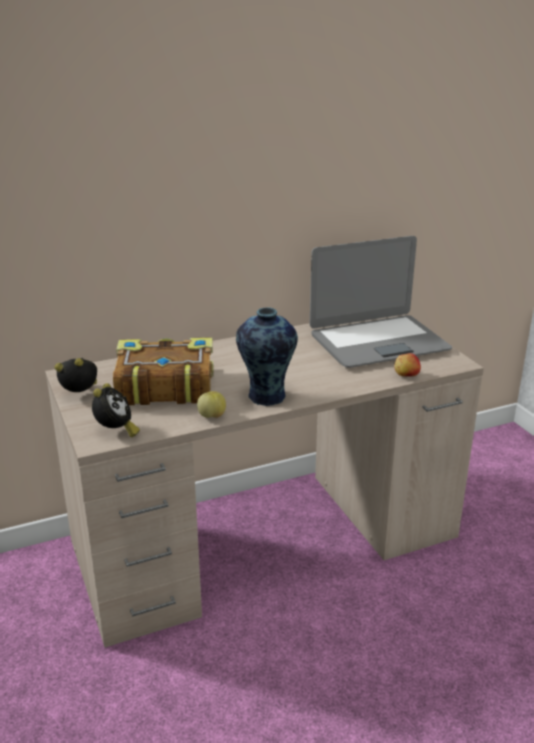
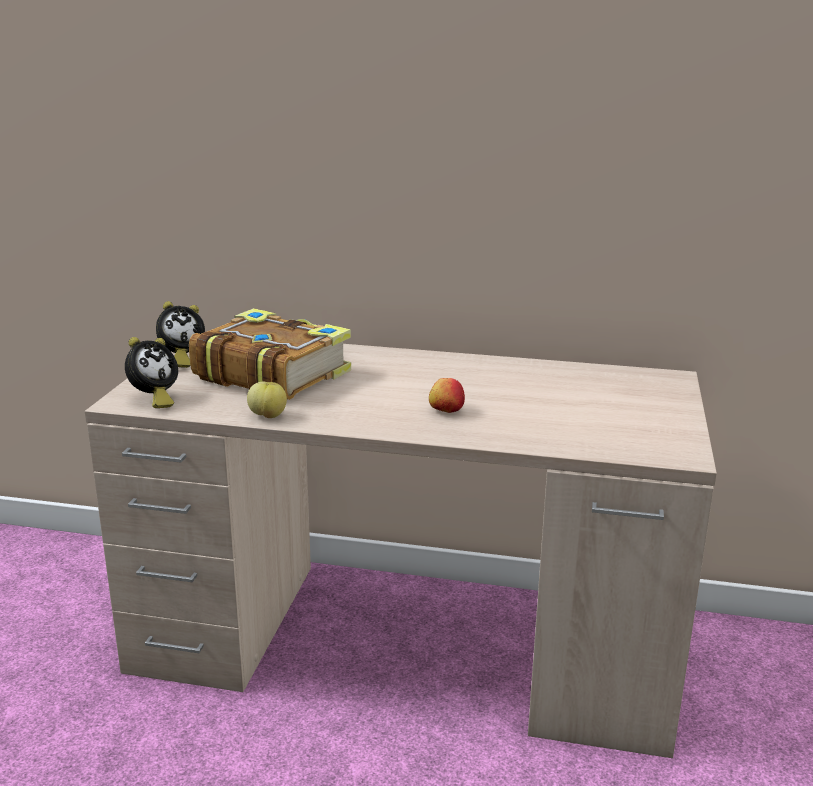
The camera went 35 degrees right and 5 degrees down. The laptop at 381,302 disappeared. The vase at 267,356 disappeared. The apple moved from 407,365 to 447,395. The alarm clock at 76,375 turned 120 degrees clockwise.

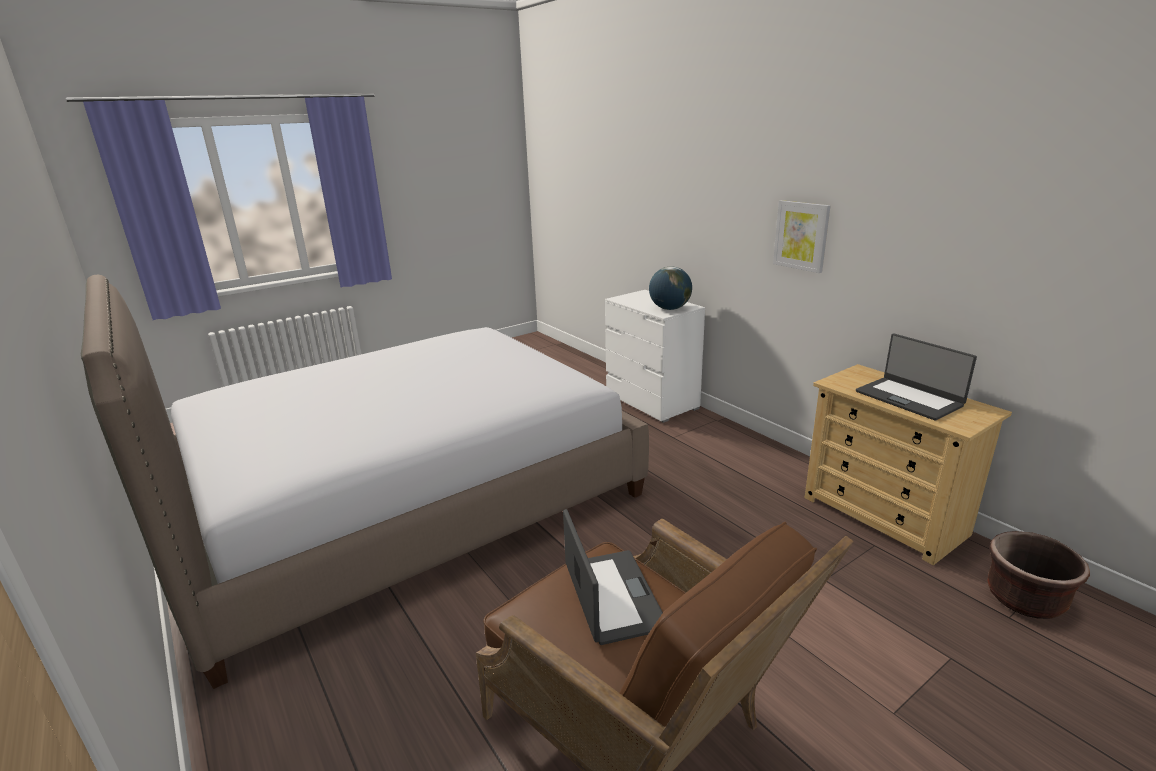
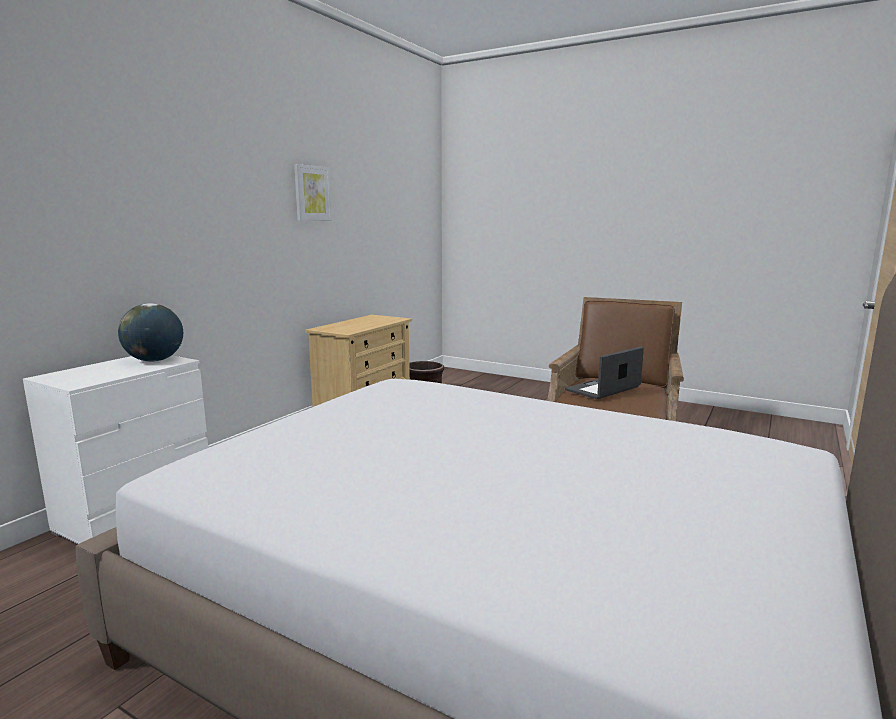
The camera went 115 degrees left and 10 degrees down. The picture moved from 801,236 to 313,192. The laptop at 916,377 disappeared.

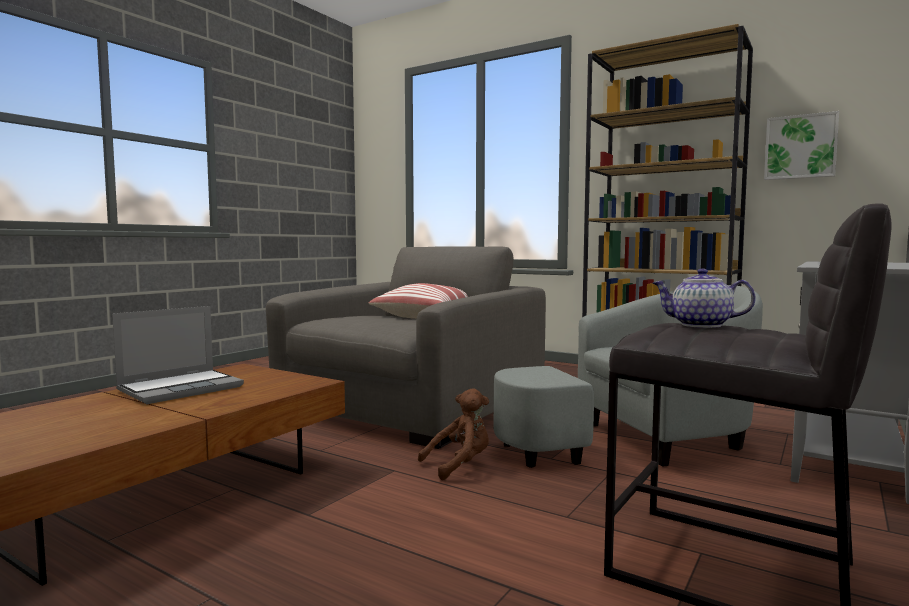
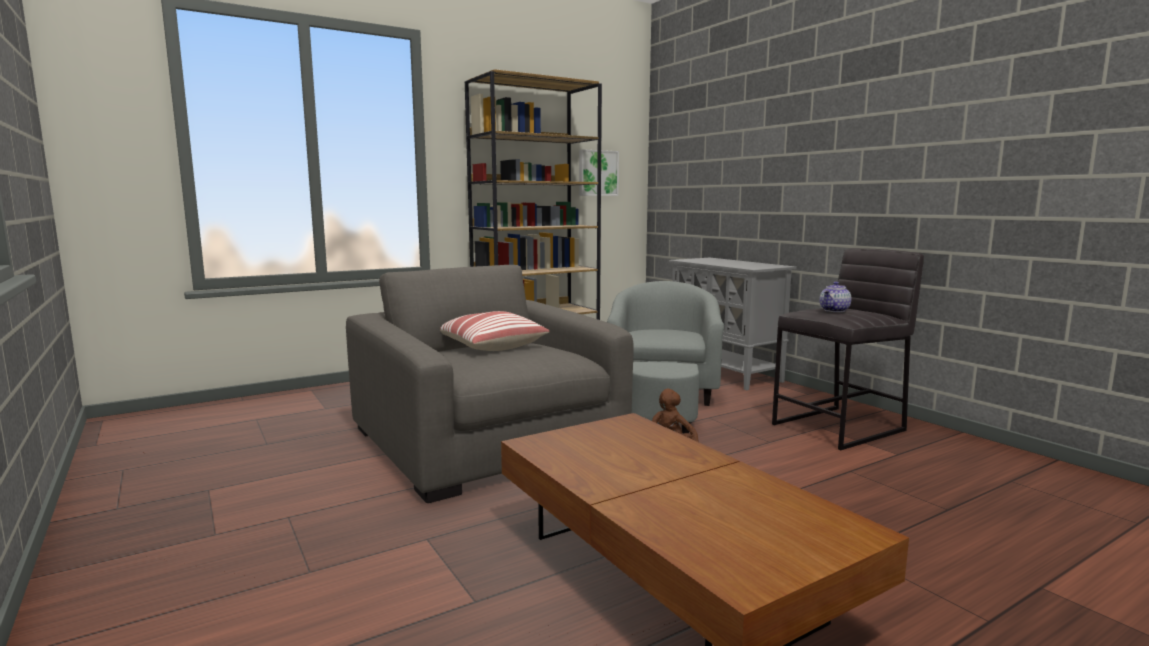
The camera went 65 degrees left and 5 degrees up. The laptop at 178,355 disappeared.

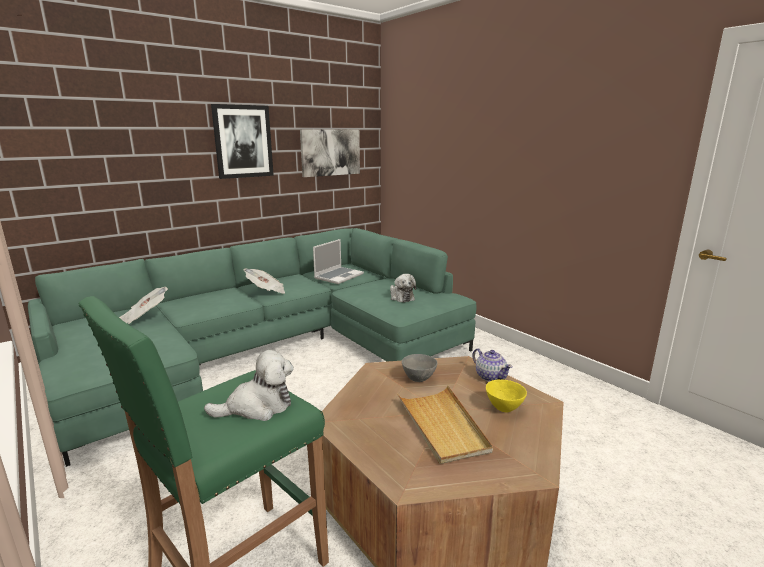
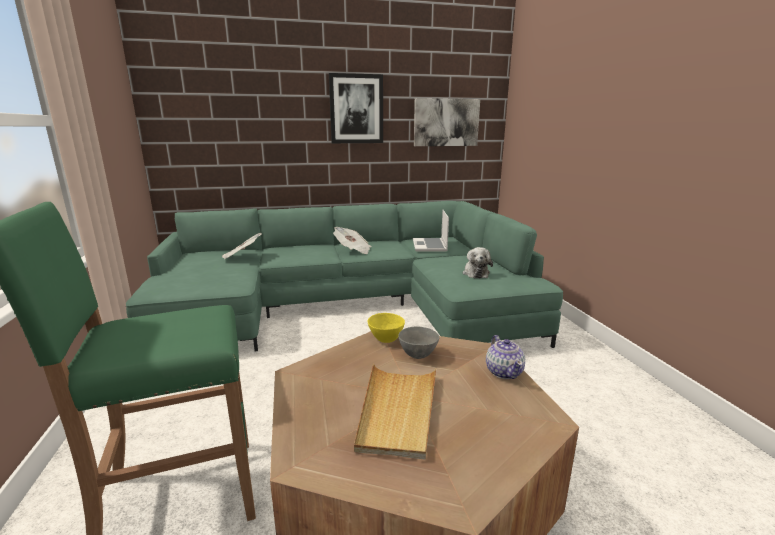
The camera went 25 degrees right and 0 degrees up. The laptop at 338,261 turned 120 degrees clockwise. The plush toy at 249,385 disappeared. The yellow bowl moved from 506,395 to 386,328.

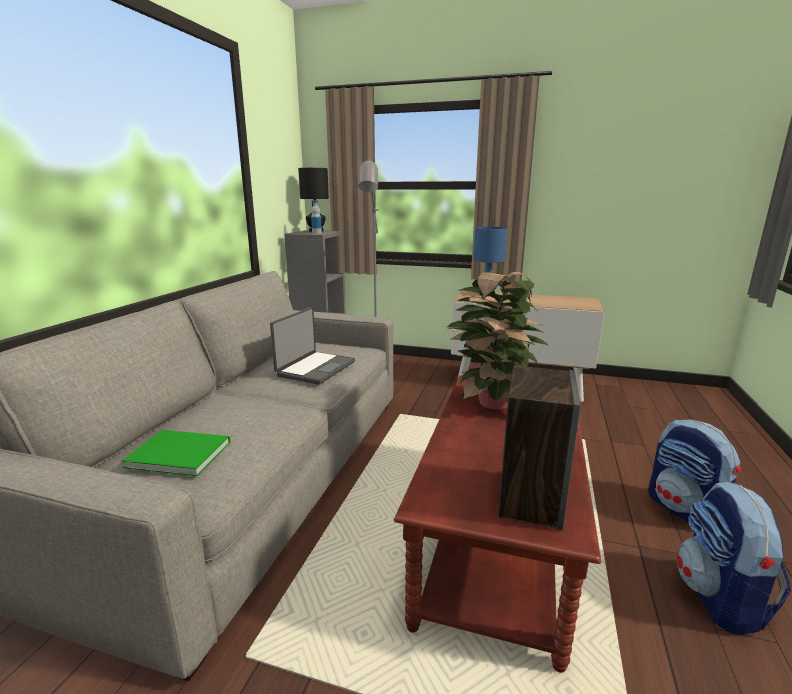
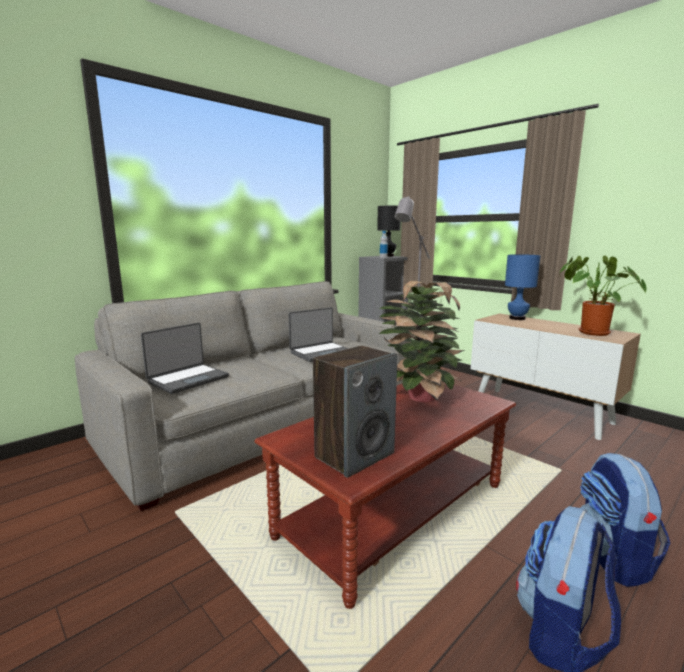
The camera went 30 degrees right and 5 degrees down. The green book at 176,453 was replaced by the laptop at 185,358. The potted plant at 603,296 appeared.

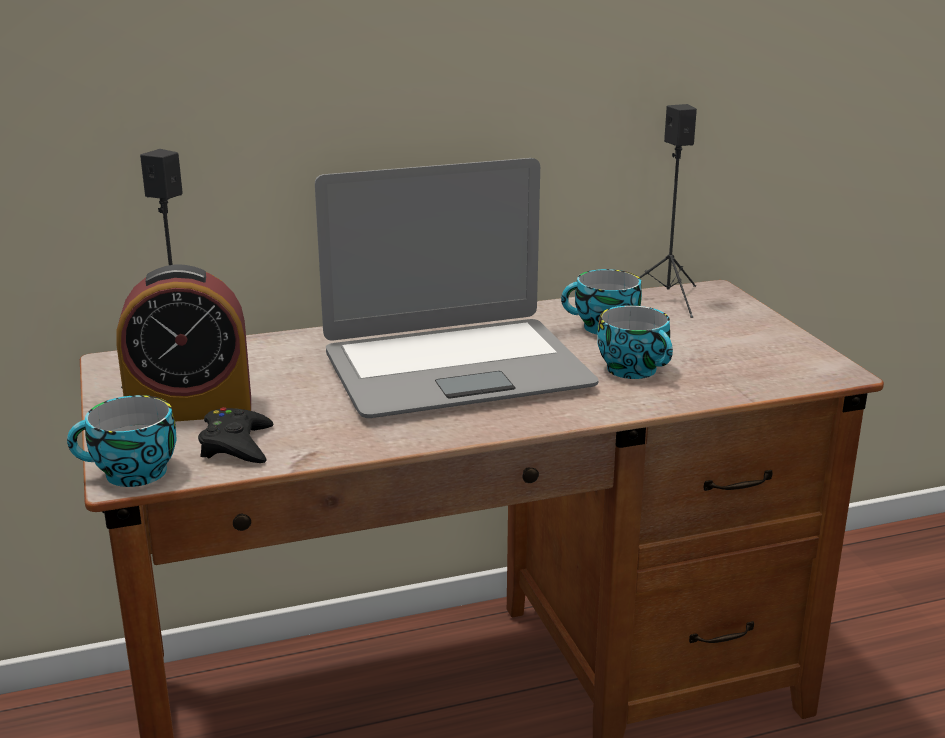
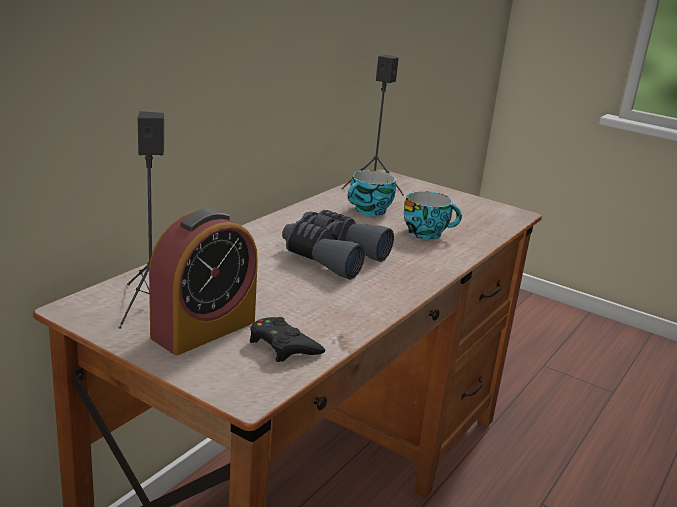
The camera went 40 degrees left and 0 degrees up. The laptop at 457,288 was replaced by the grey binoculars at 338,245. The cup at 121,441 disappeared.

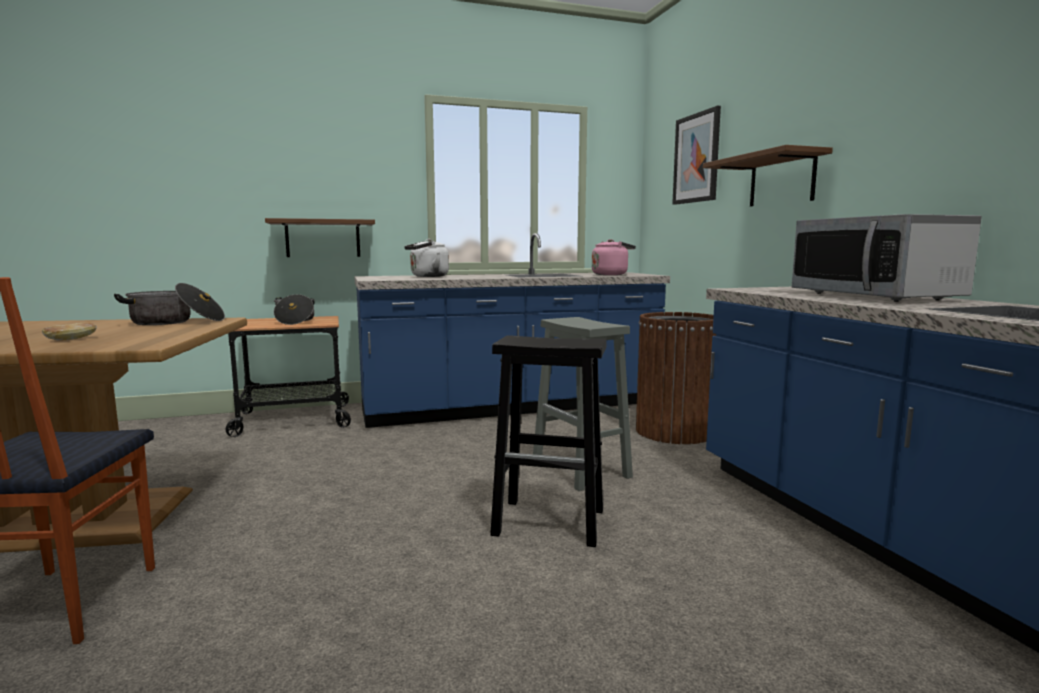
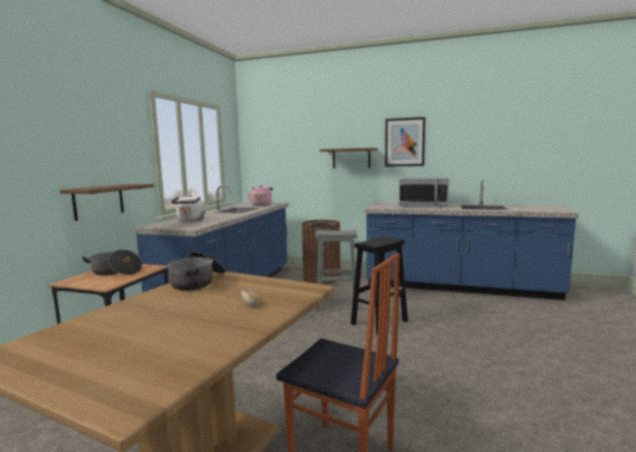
The camera went 55 degrees left and 0 degrees up. The picture moved from 696,155 to 405,142.

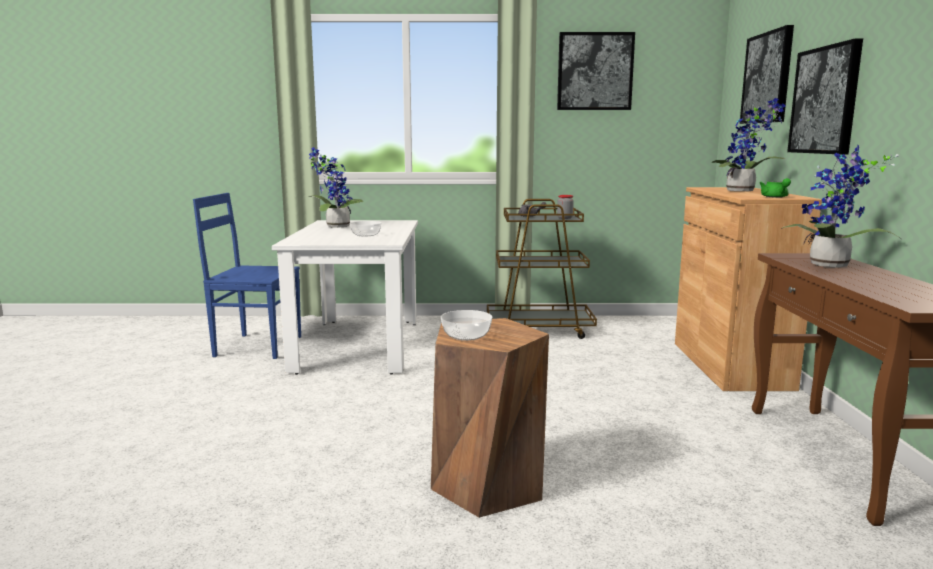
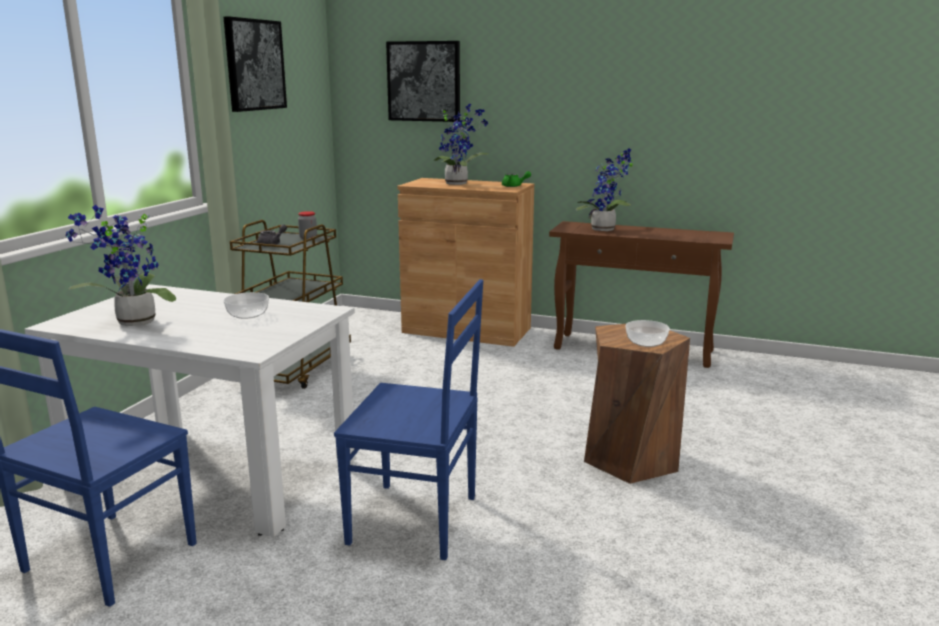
The camera went 70 degrees left and 5 degrees up. The picture at 825,96 disappeared. The blue chair at 409,419 appeared.

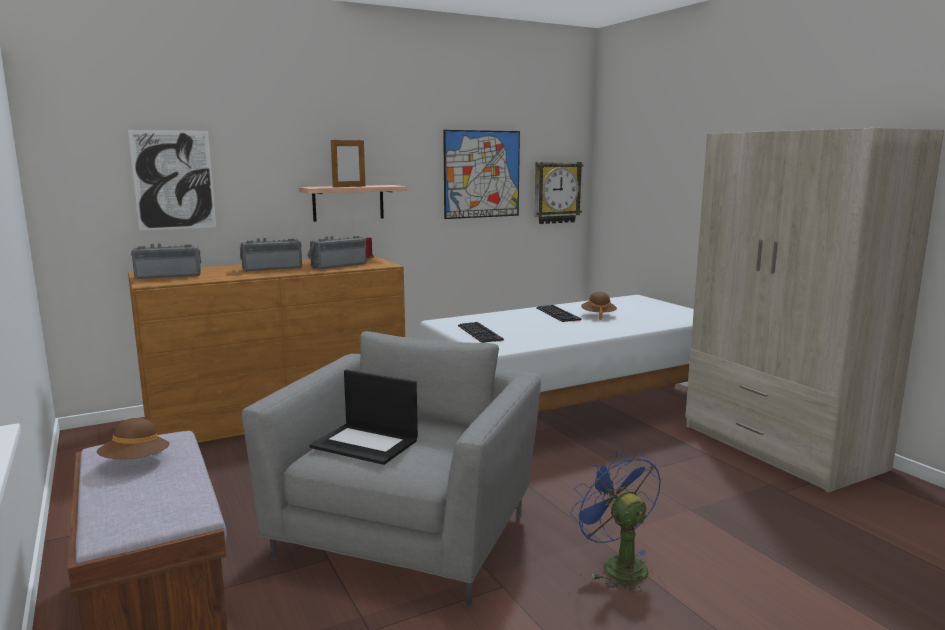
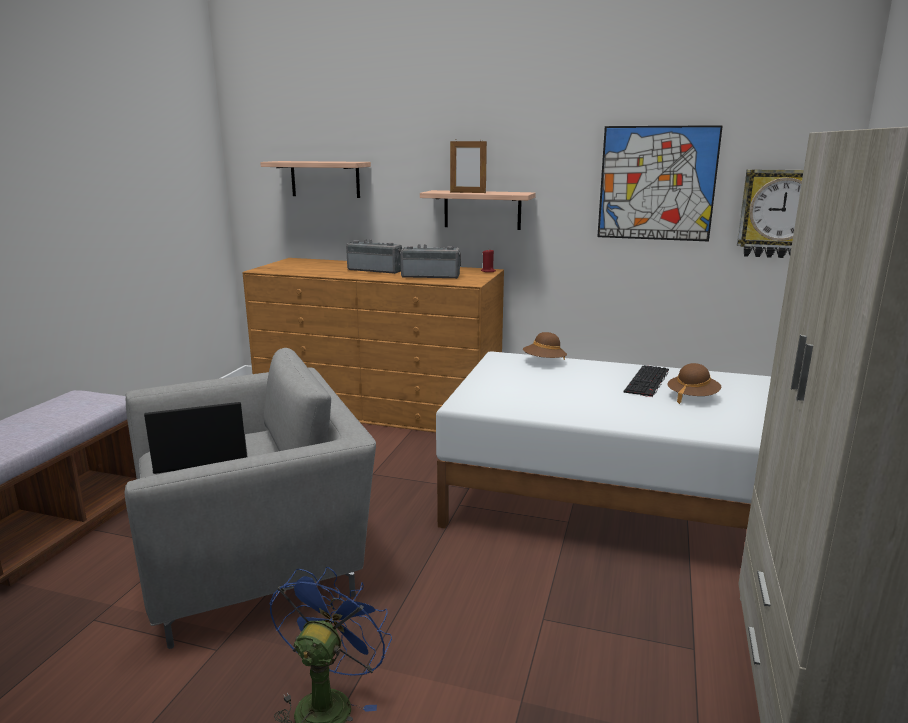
The camera went 45 degrees right and 5 degrees up. The picture at 172,180 was replaced by the shelf at 315,179. The radio at 166,261 disappeared. The keyboard at 481,332 disappeared. The laptop at 364,417 turned 90 degrees clockwise. The brown hat moved from 133,438 to 545,346.

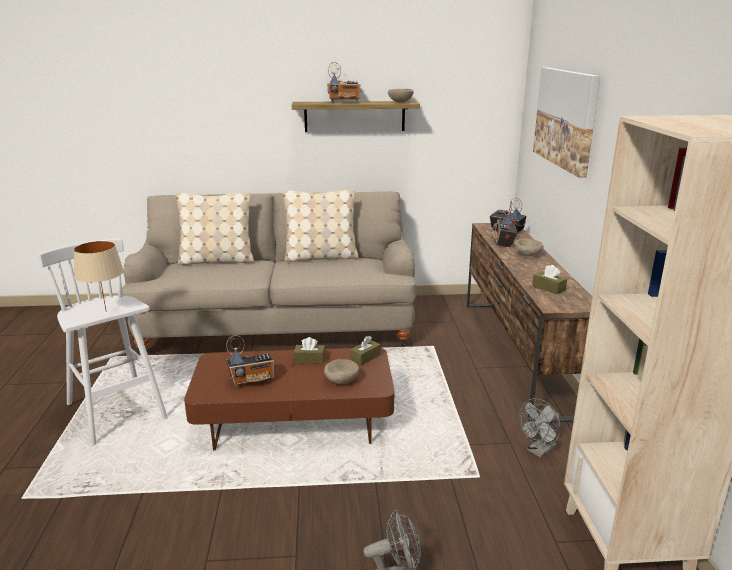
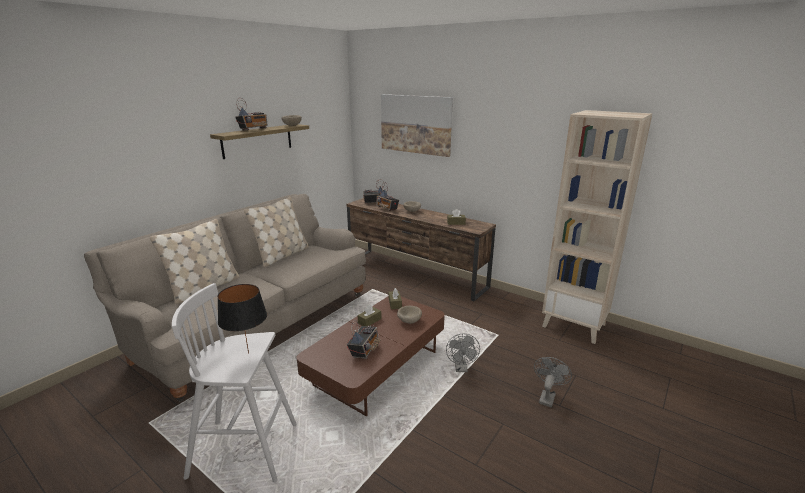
The camera went 50 degrees left and 0 degrees up. The beige table lamp at 99,275 became the black table lamp at 242,319. The grey fan moved from 540,428 to 463,352.

